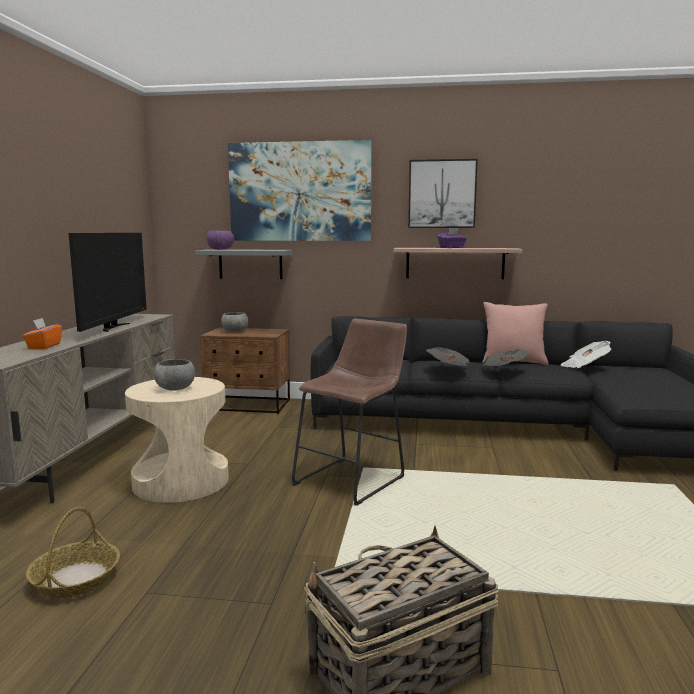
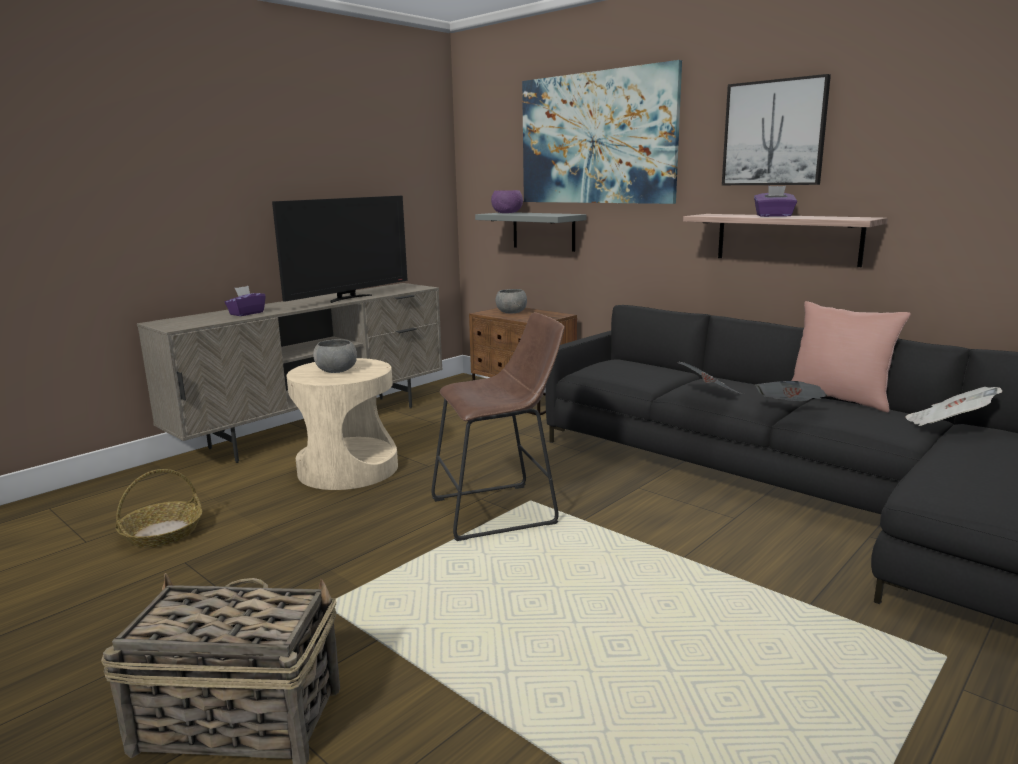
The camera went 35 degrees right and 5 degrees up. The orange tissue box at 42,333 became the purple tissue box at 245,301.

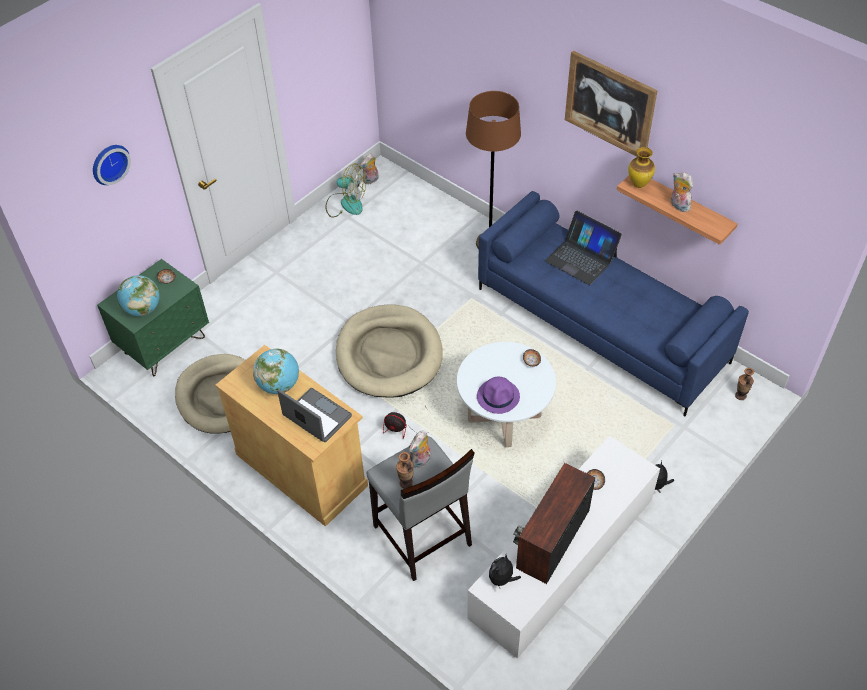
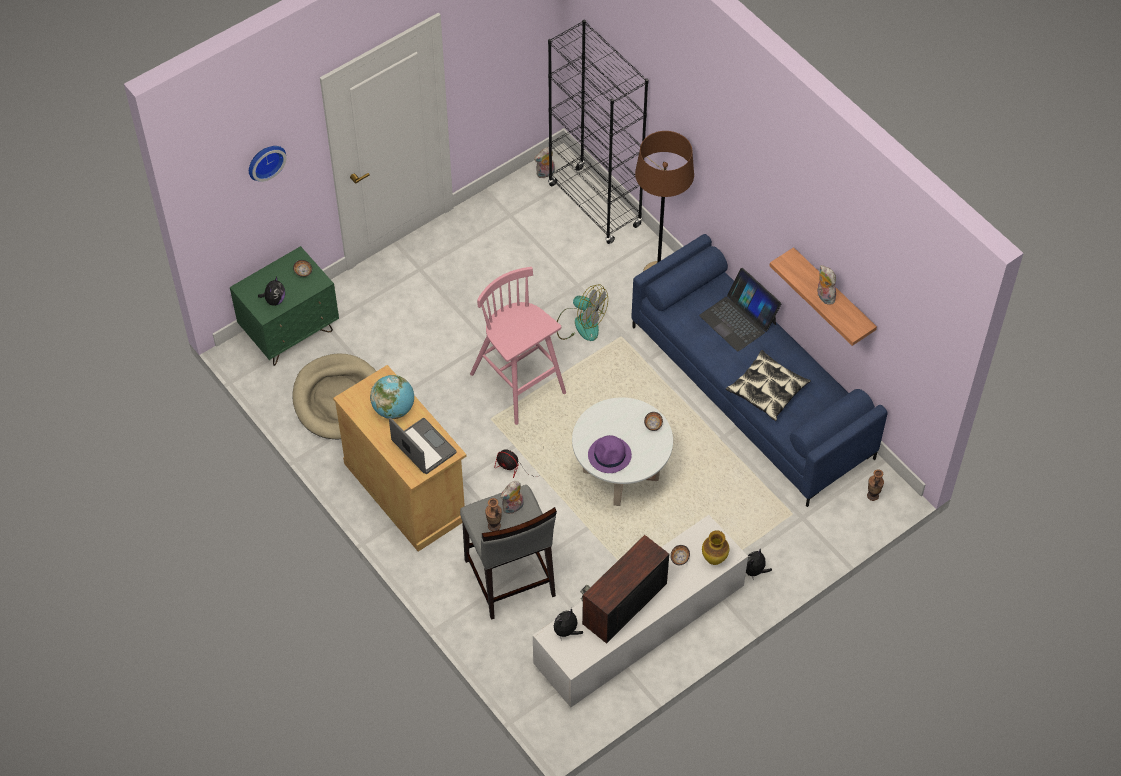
The camera went 10 degrees right and 5 degrees up. The picture at 611,104 disappeared. The vase moved from 641,167 to 715,547. The fan moved from 345,190 to 582,312. The globe at 138,295 was replaced by the plush toy at 271,291. The beige dog bed at 389,351 was replaced by the pink stool at 518,346. The black bookcase at 598,132 appeared. The pillow at 768,385 appeared.

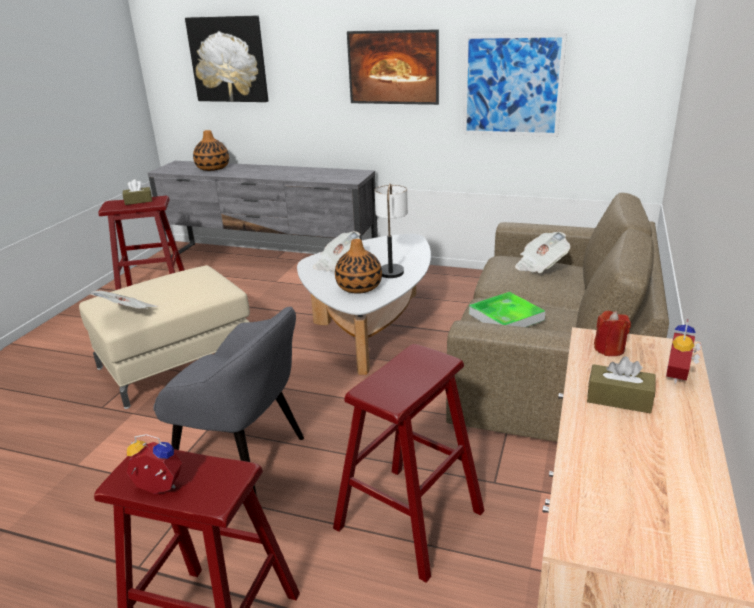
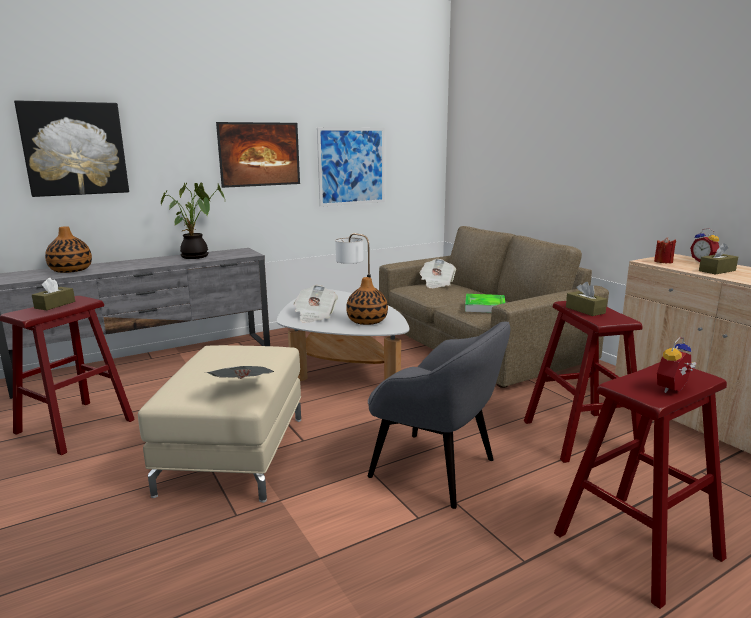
The camera went 50 degrees left and 10 degrees down. The grey armchair at 228,401 turned 60 degrees clockwise. The potted plant at 193,220 appeared. The brown tissue box at 586,299 appeared.

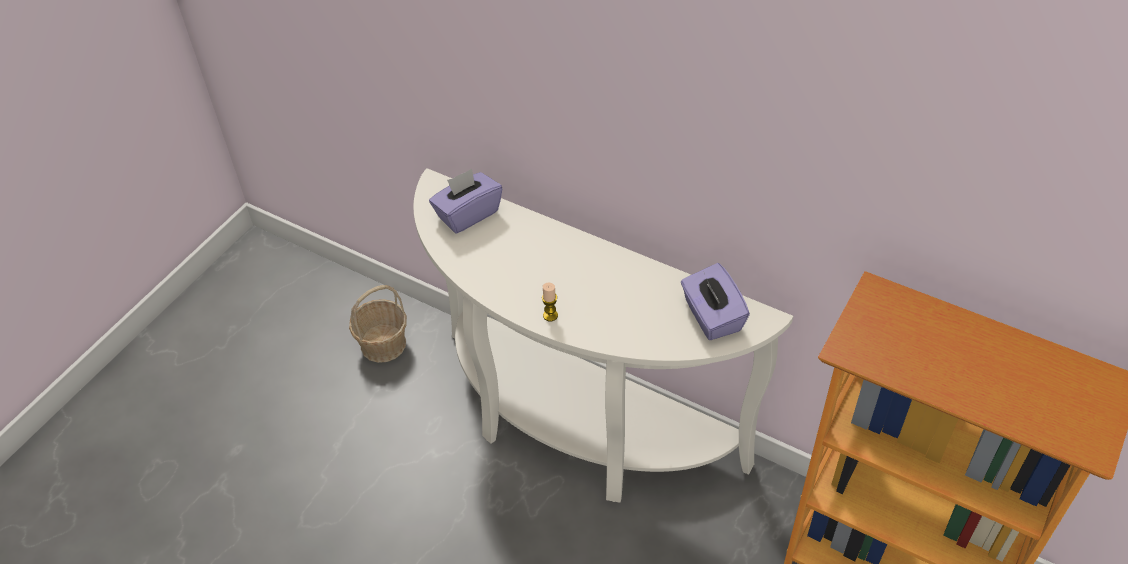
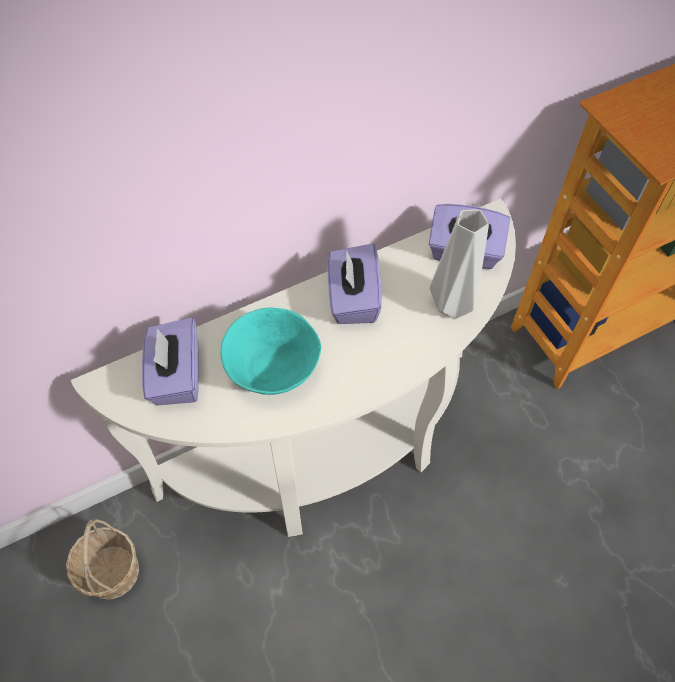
The camera went 60 degrees left and 10 degrees up. The candle at 550,302 disappeared. The grey vase at 459,264 appeared. The purple tissue box at 355,284 appeared. The turquoise bowl at 271,351 appeared.

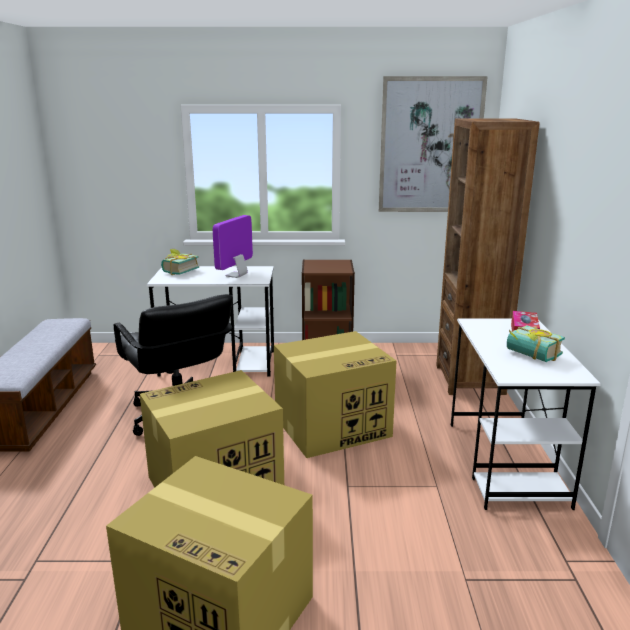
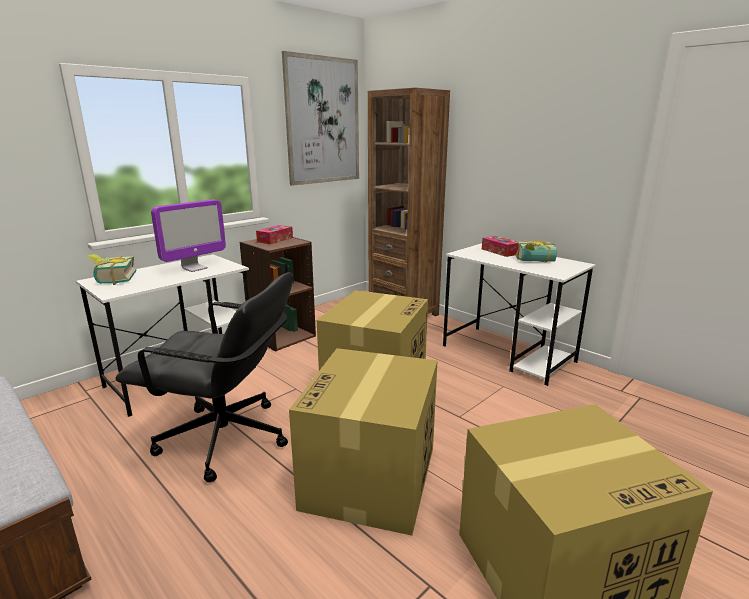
The camera went 45 degrees left and 0 degrees up. The monitor at 233,246 turned 120 degrees counterclockwise. The tissue box at 274,234 appeared.

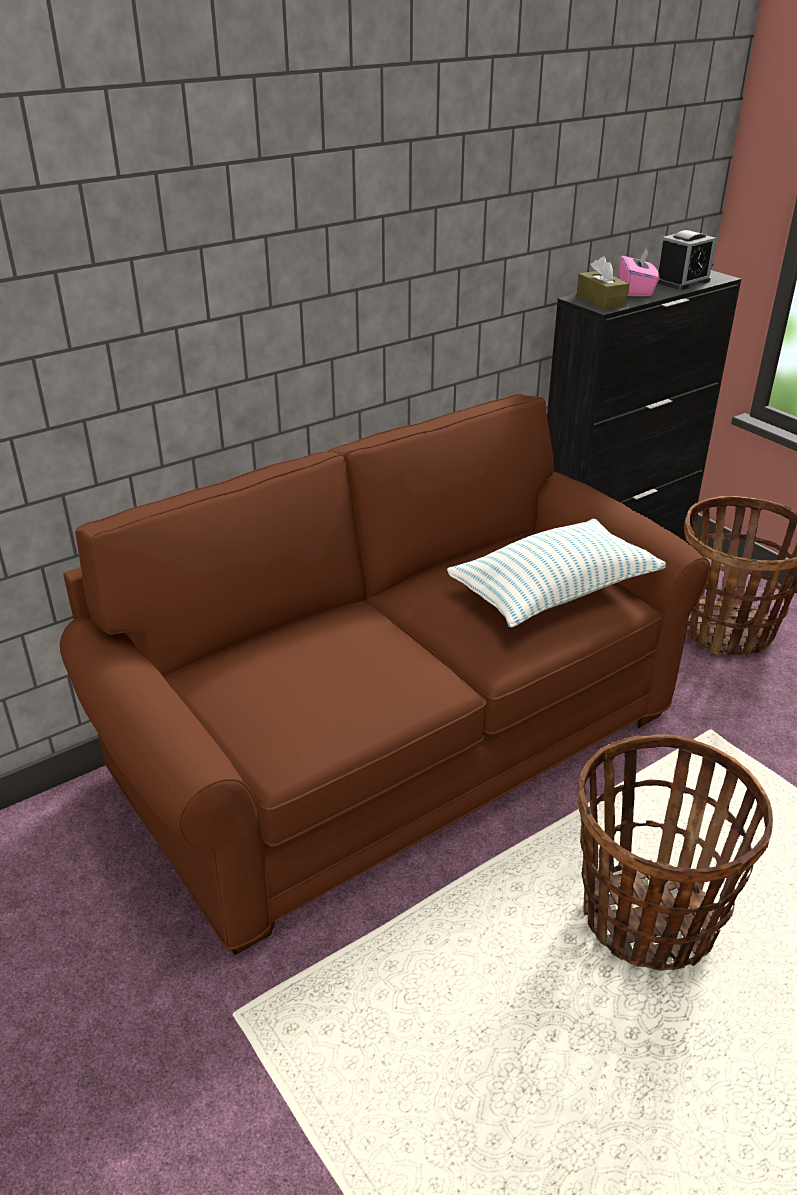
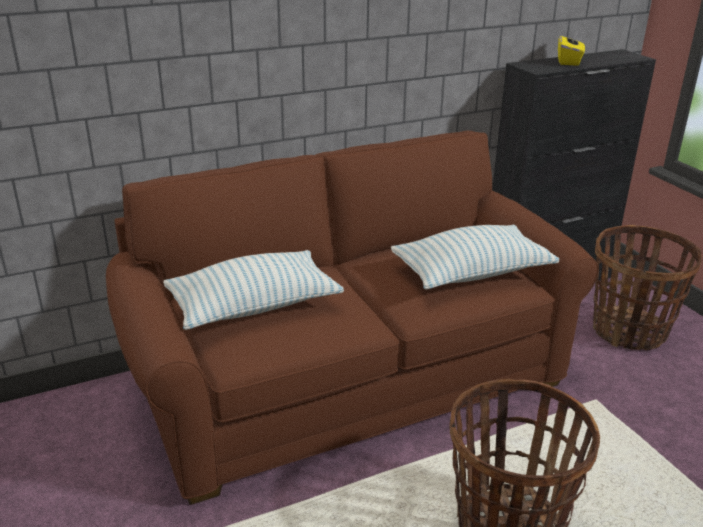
The camera went 10 degrees right and 5 degrees down. The alarm clock at 686,260 disappeared. The pink tissue box at 639,272 became the yellow tissue box at 571,48. The brown tissue box at 603,282 disappeared. The pillow at 253,290 appeared.

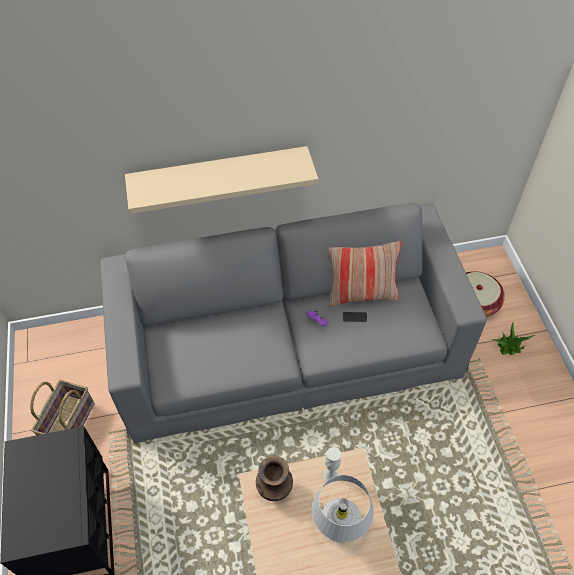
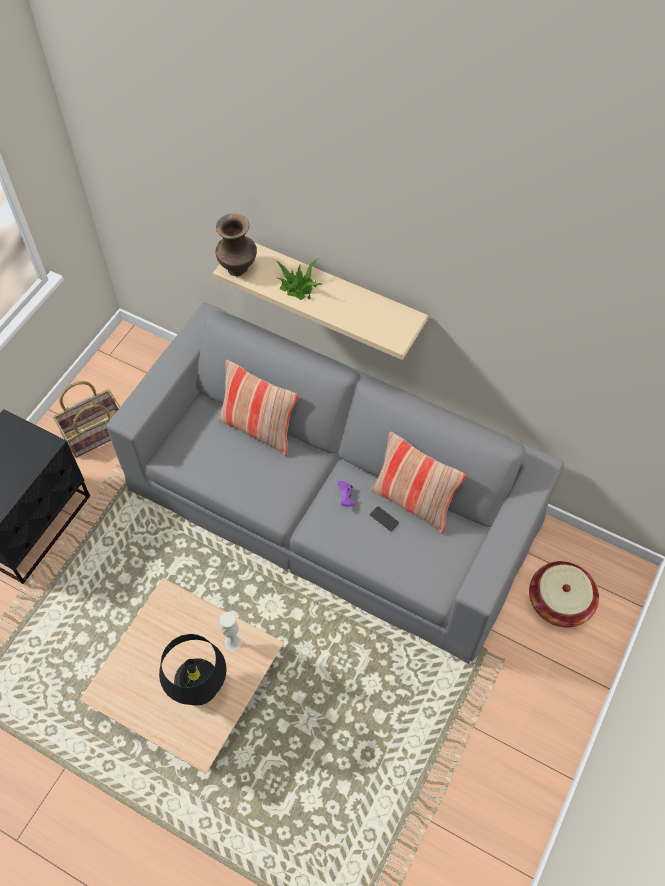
The camera went 40 degrees right and 5 degrees up. The potted plant moved from 513,338 to 300,279. The brown vase moved from 274,478 to 236,244. The white table lamp at 343,509 became the black table lamp at 192,670. The pillow at 258,408 appeared.

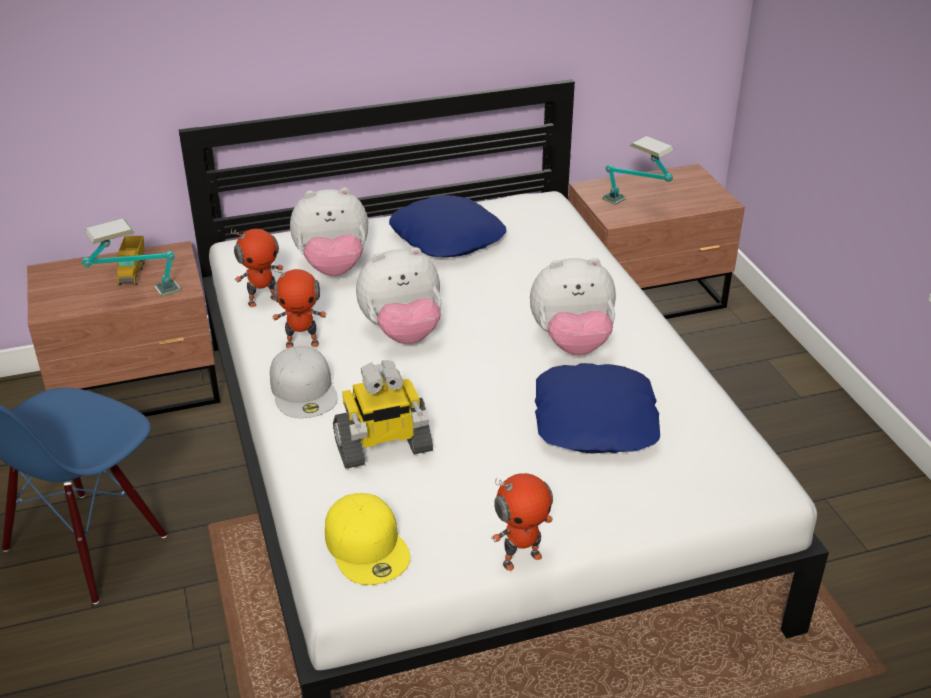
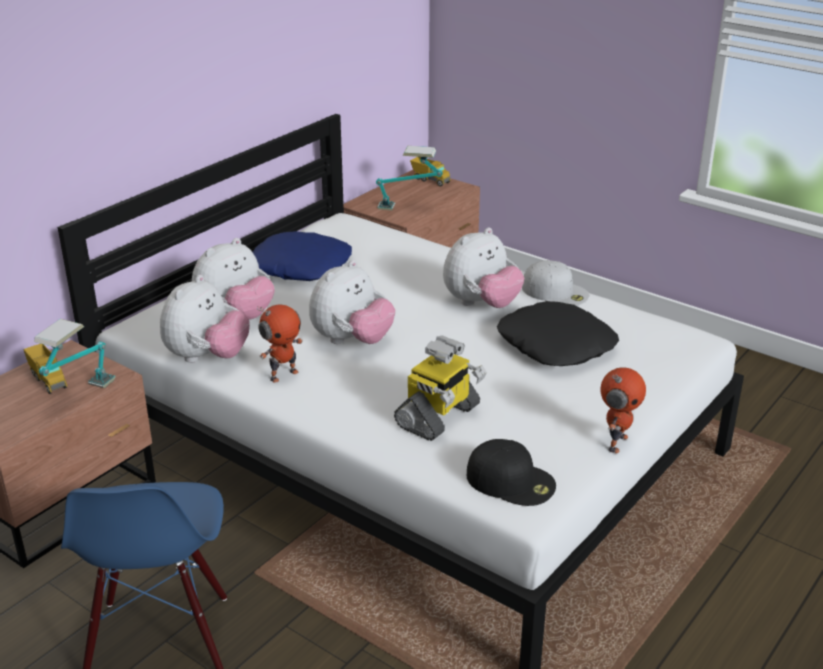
The camera went 35 degrees left and 5 degrees down. The toy robot at 257,268 was replaced by the plush toy at 205,319. The white cap moved from 304,382 to 555,283. The blue pillow at 597,408 became the black pillow at 558,333. The yellow cap at 367,539 became the black cap at 511,472. The toy truck at 430,172 appeared.

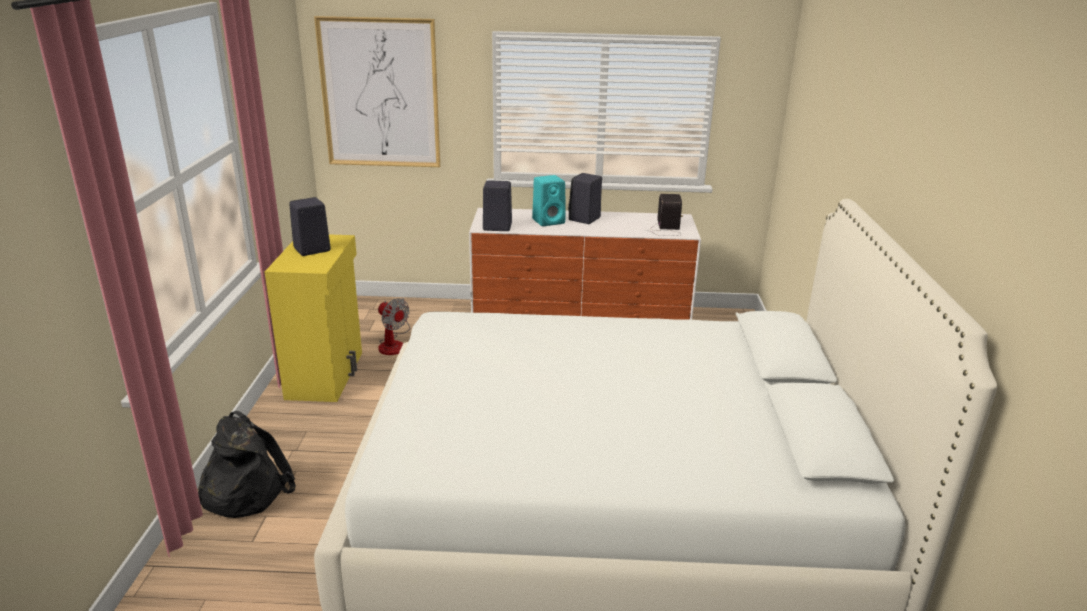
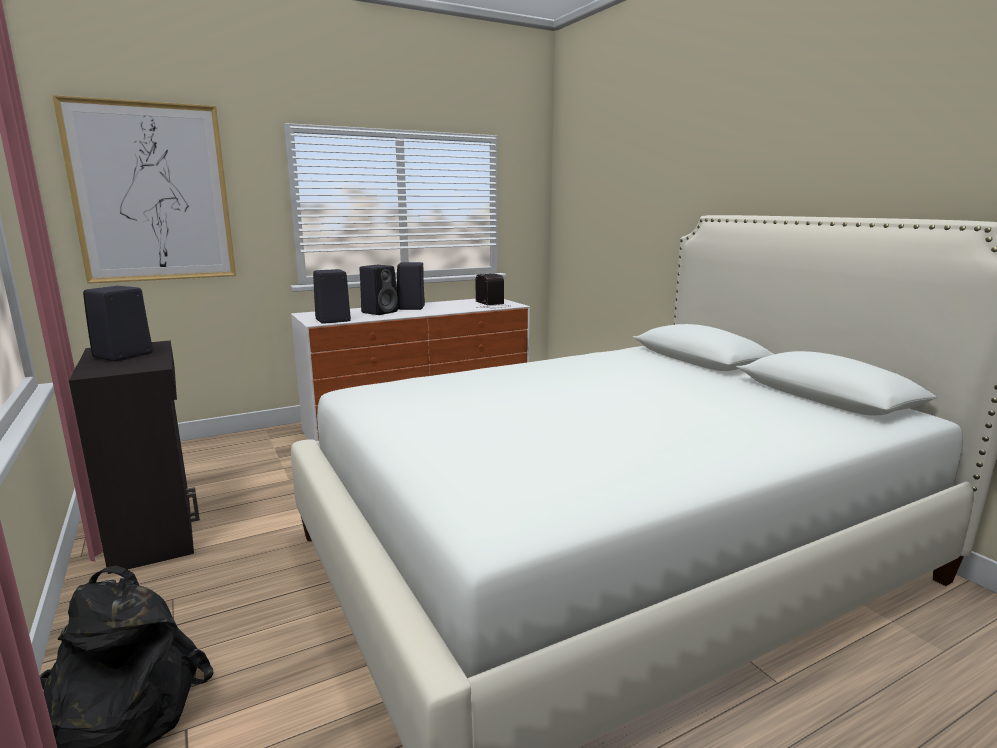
The camera went 30 degrees left and 10 degrees down. The turquoise speaker at 548,200 became the black speaker at 379,290. The yellow cabinet at 313,318 became the black cabinet at 134,457. The fan at 394,326 disappeared.

